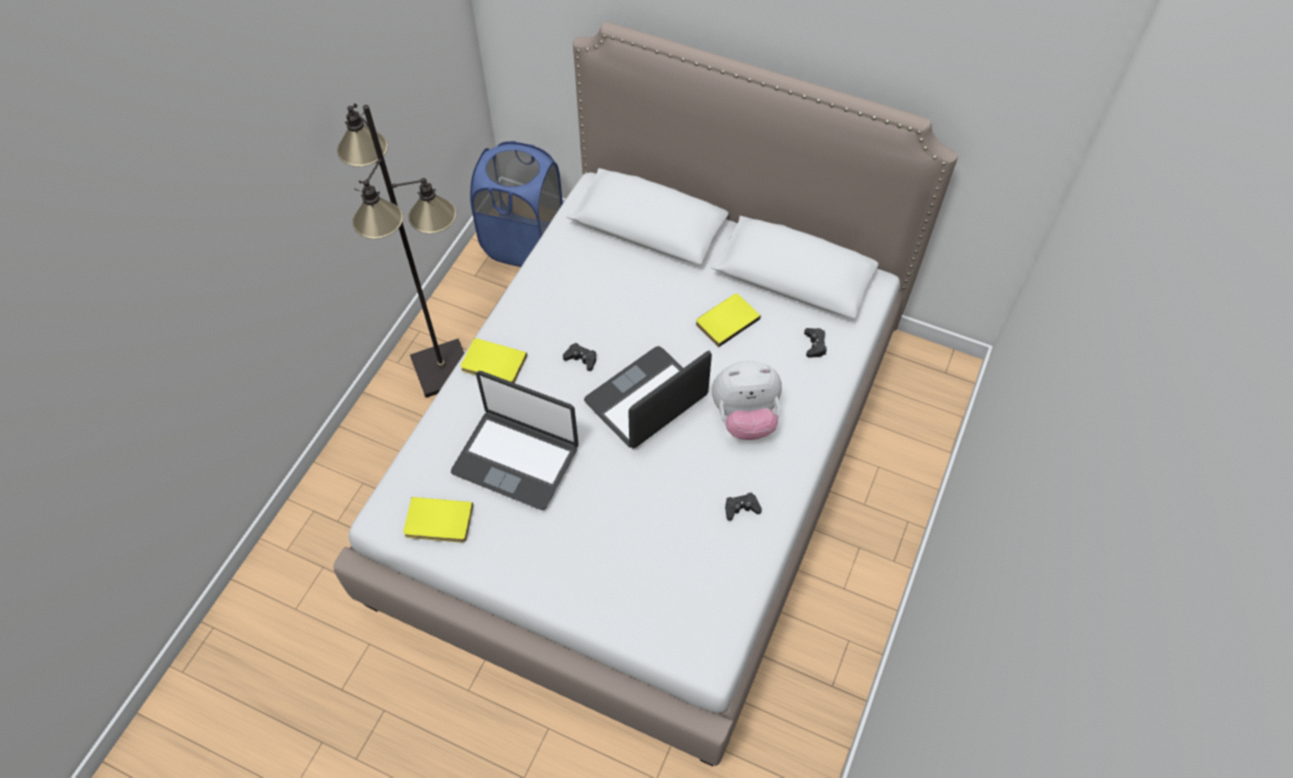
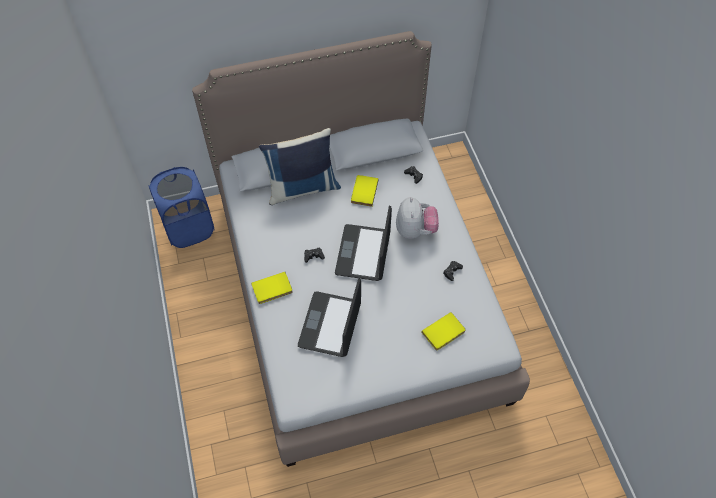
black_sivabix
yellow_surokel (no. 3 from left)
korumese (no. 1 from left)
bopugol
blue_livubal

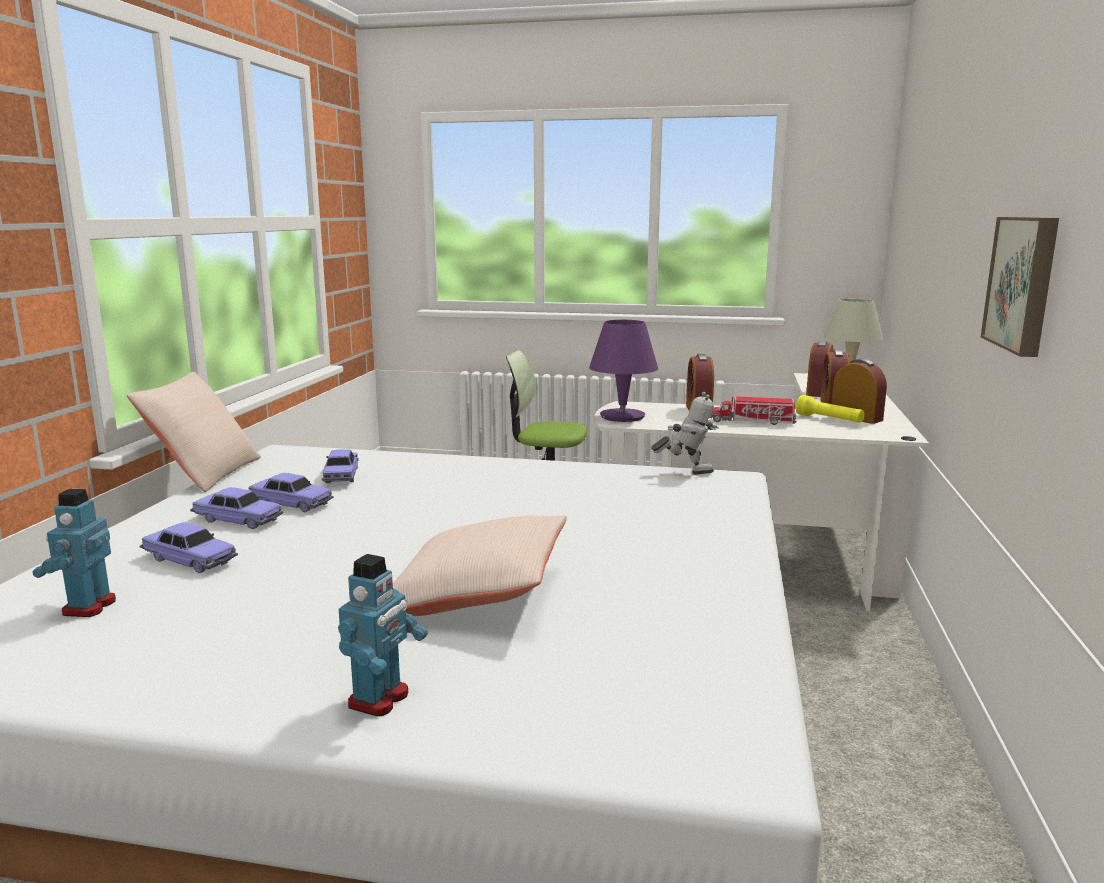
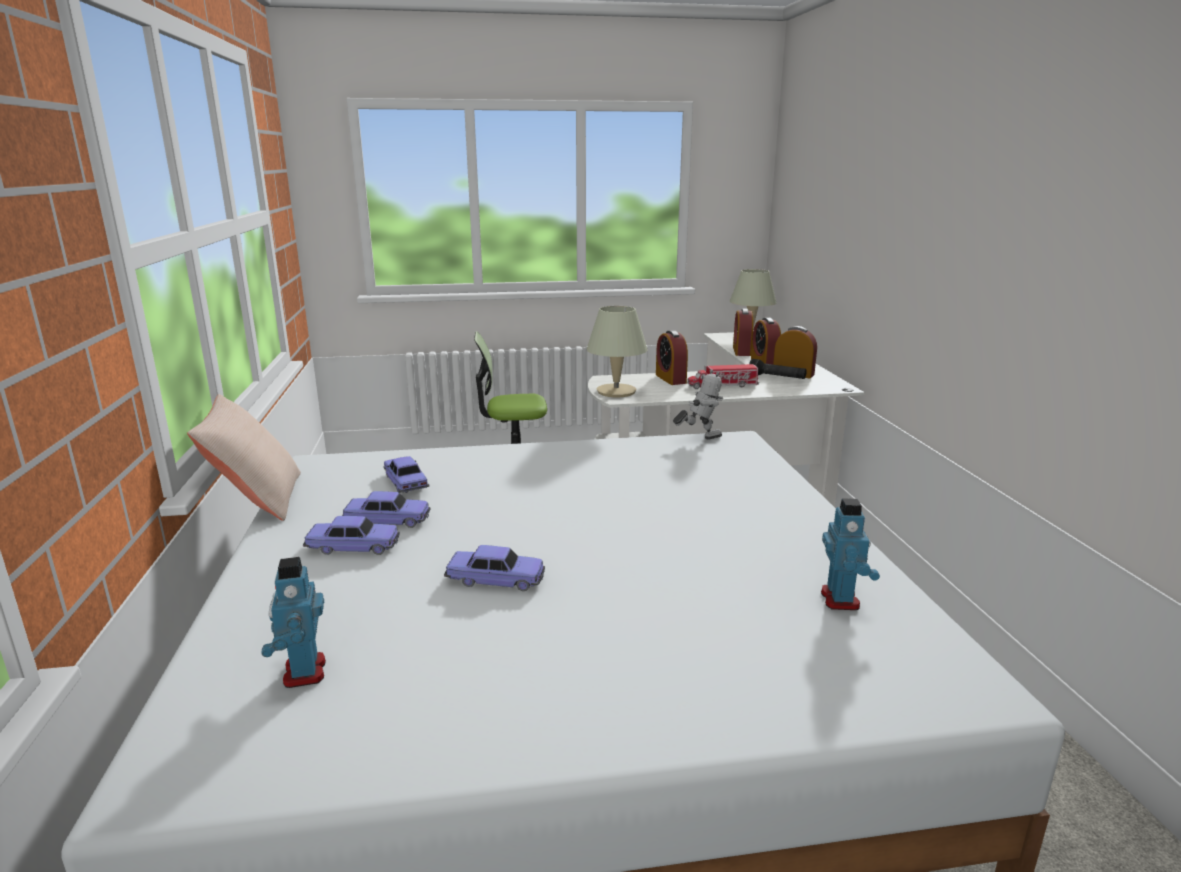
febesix (no. 4 from left)
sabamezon (no. 3 from left)
beige_livubal (no. 2 from left in the first image)
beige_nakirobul (no. 1 from left)
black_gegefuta
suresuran

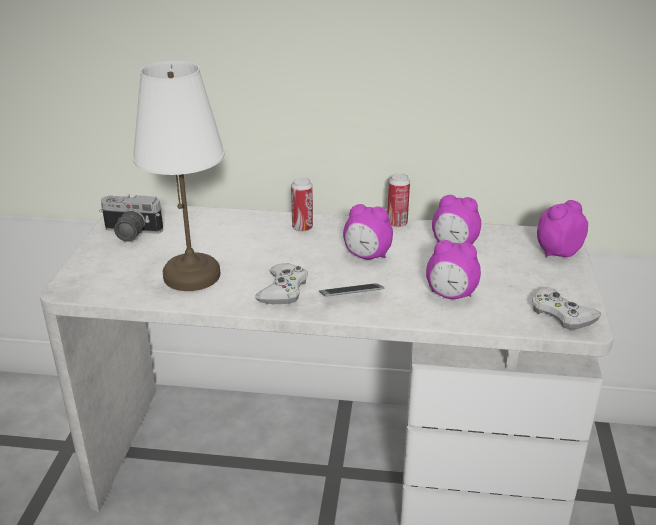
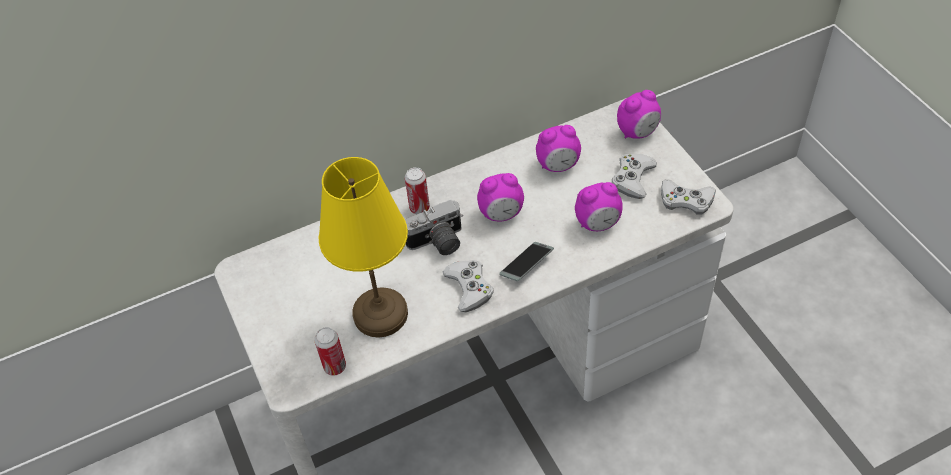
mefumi
yellow_nakirobul
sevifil (no. 1 from left)
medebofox (no. 4 from left)
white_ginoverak (no. 2 from left)

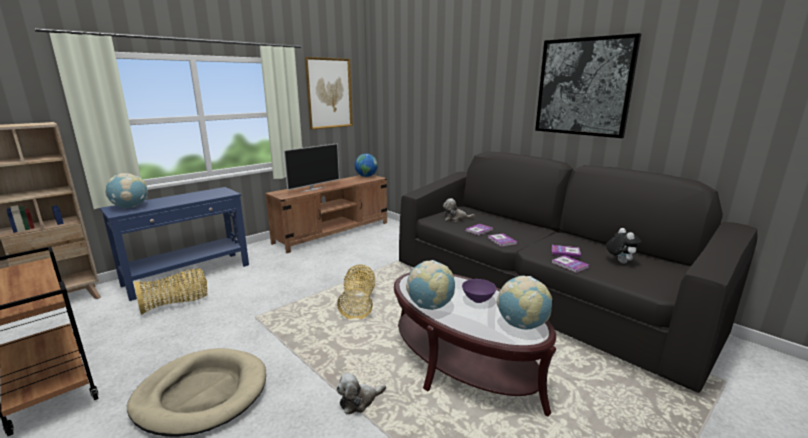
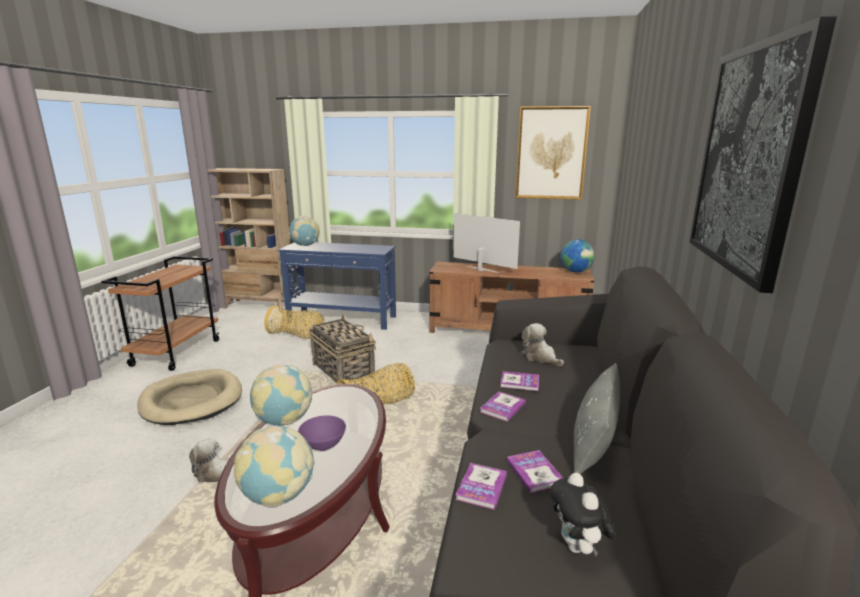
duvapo
bopugol (no. 3 from left)
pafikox (no. 2 from left)
grey_livubal

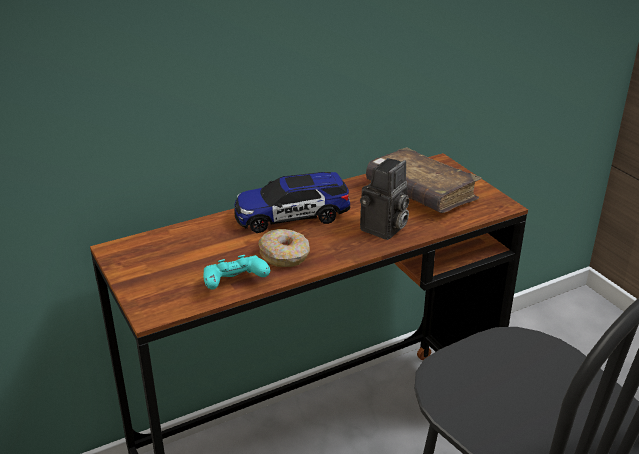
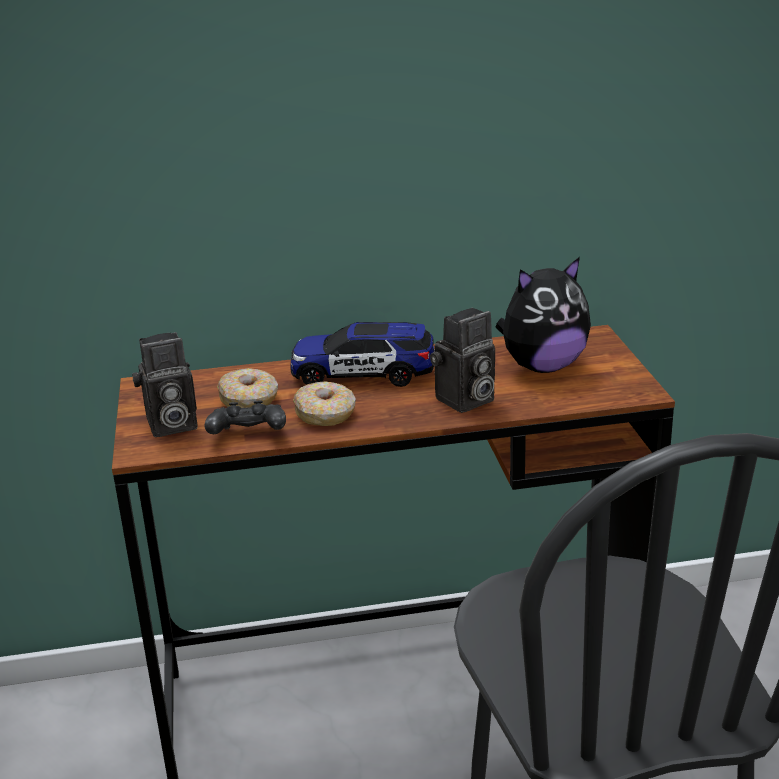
black_ginoverak
bopugol
mefumi (no. 1 from left)
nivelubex (no. 1 from left)

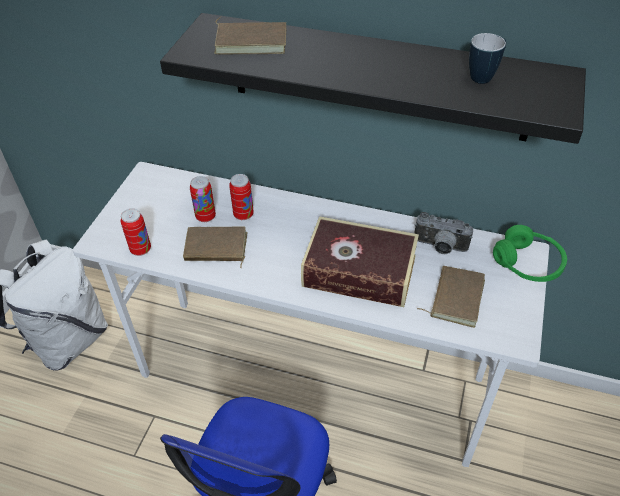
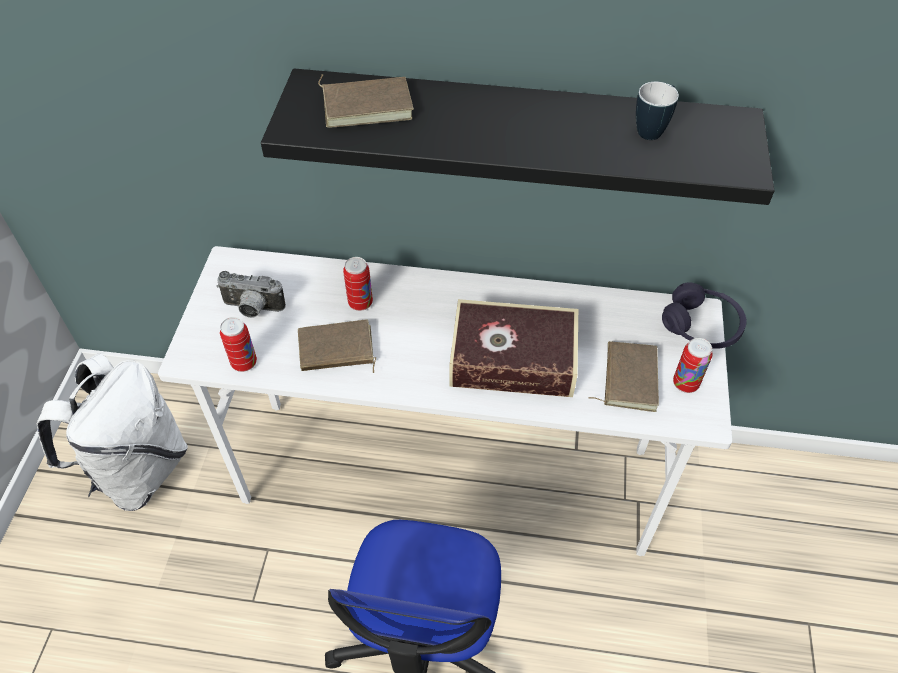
sevifil (no. 3 from left)
mefumi
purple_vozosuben

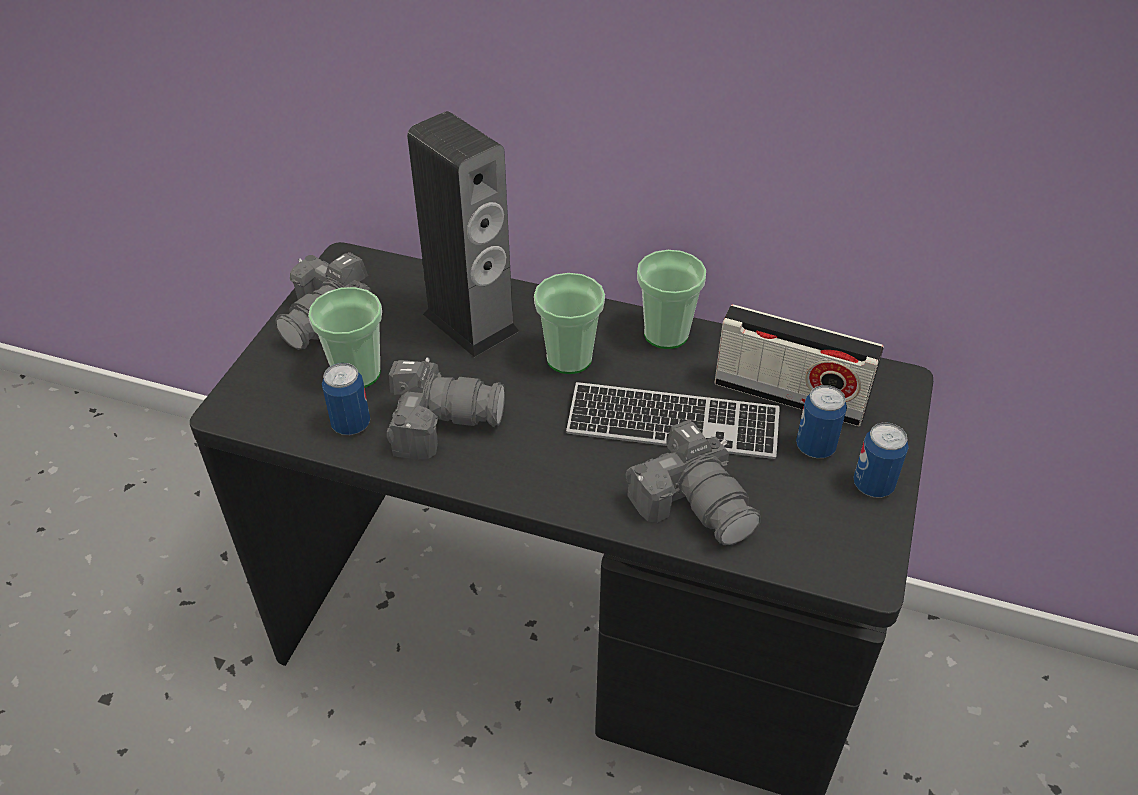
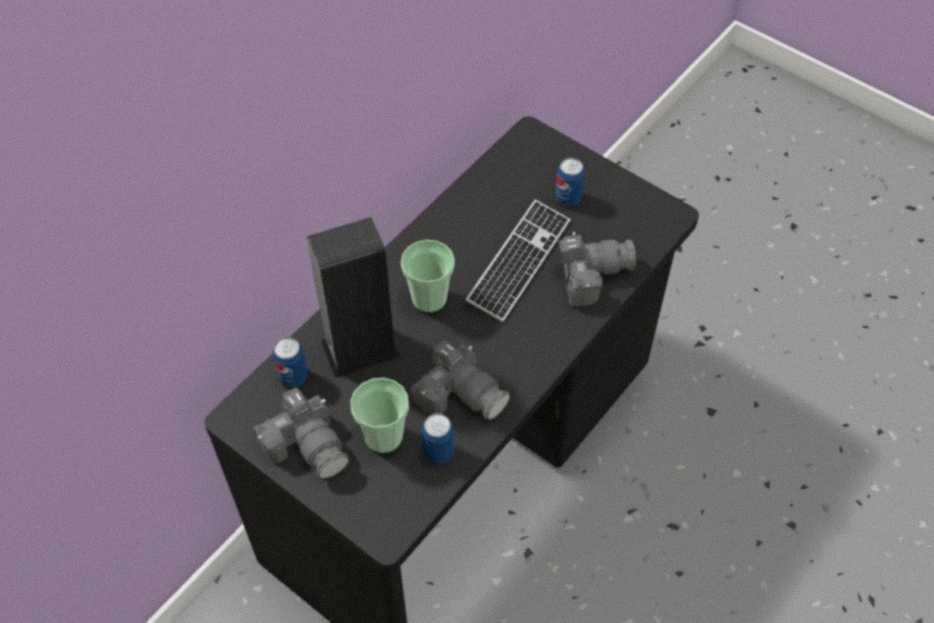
mefumi (no. 2 from left)
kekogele (no. 3 from left in the first image)
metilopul
sevifil (no. 1 from left)

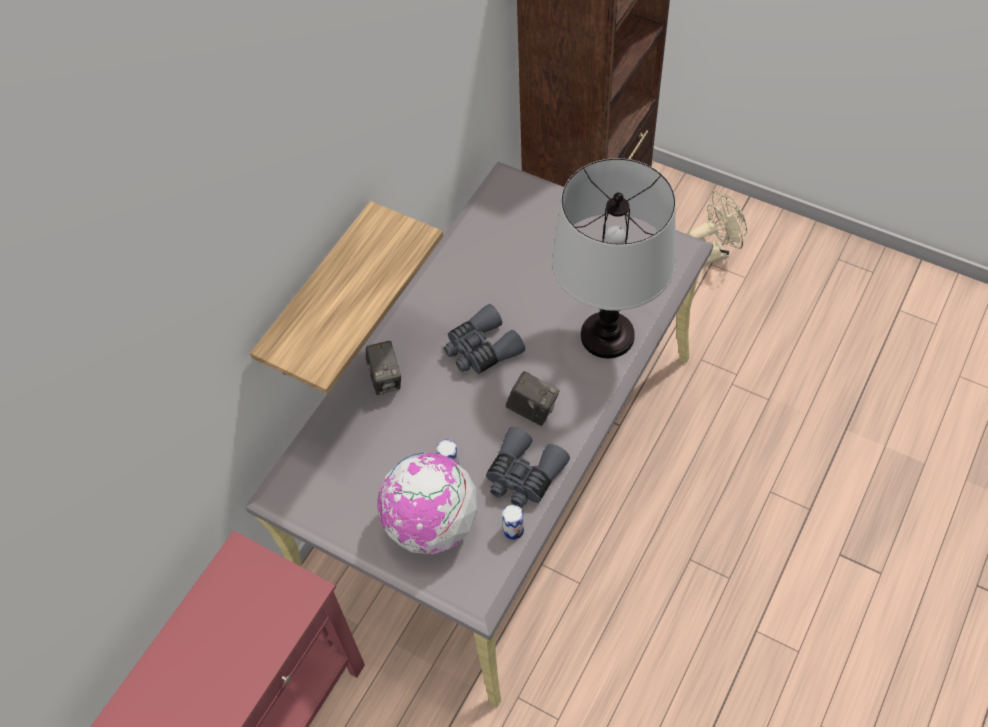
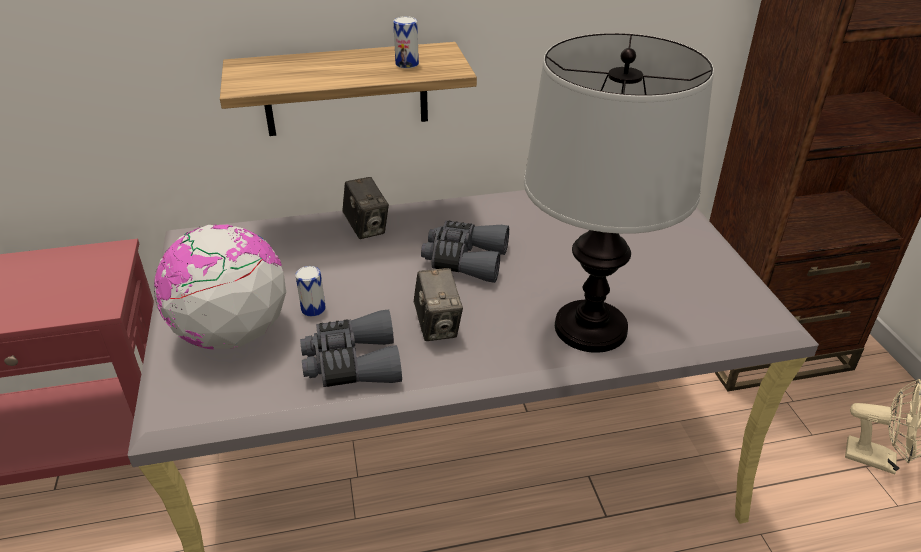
mefumi (no. 1 from left)
sevifil (no. 2 from left)

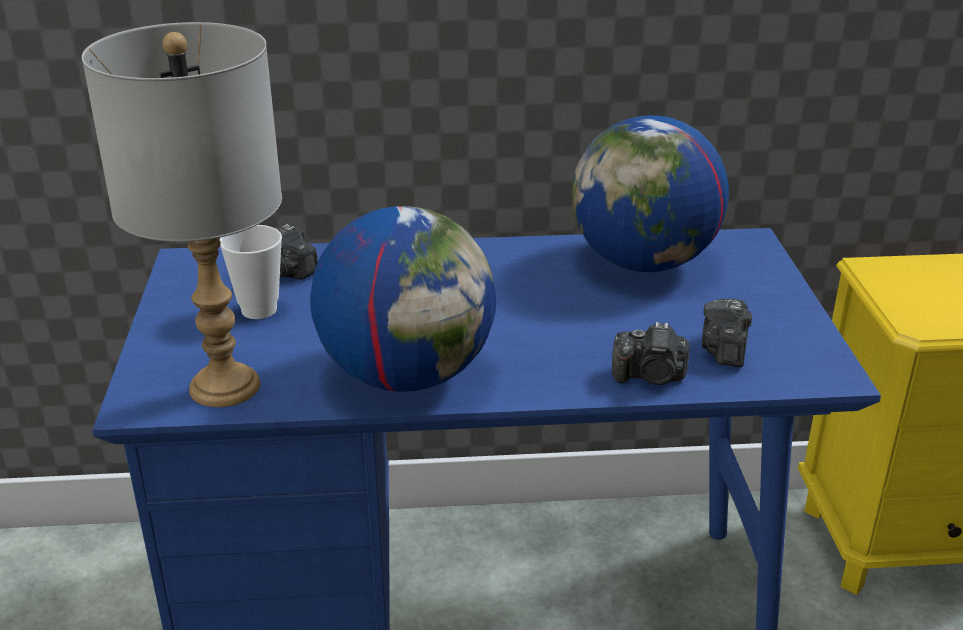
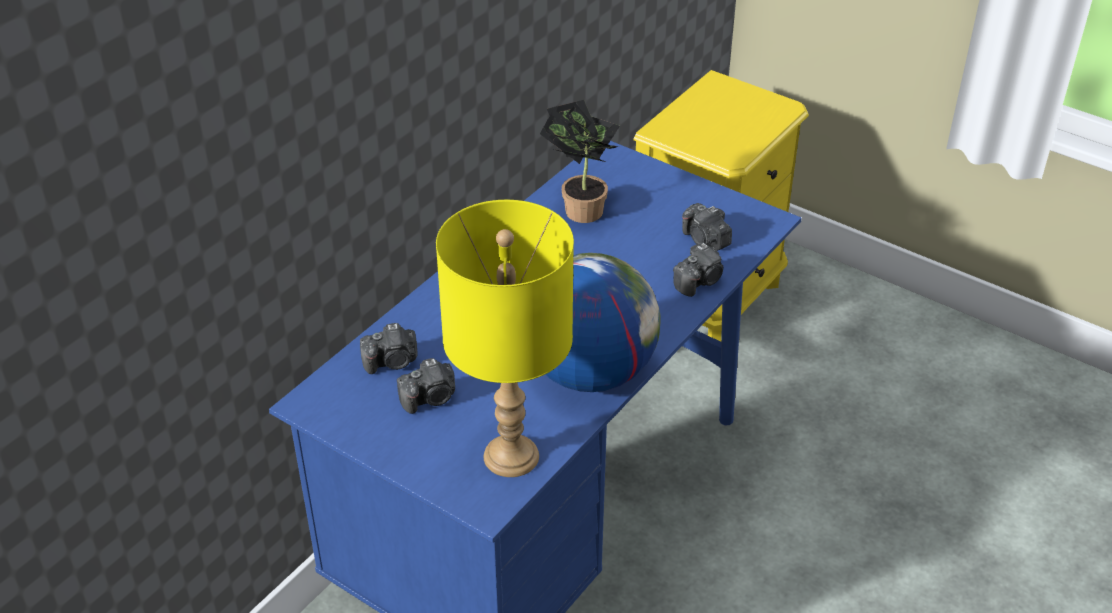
yellow_nakirobul
mefumi (no. 2 from left)
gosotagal

